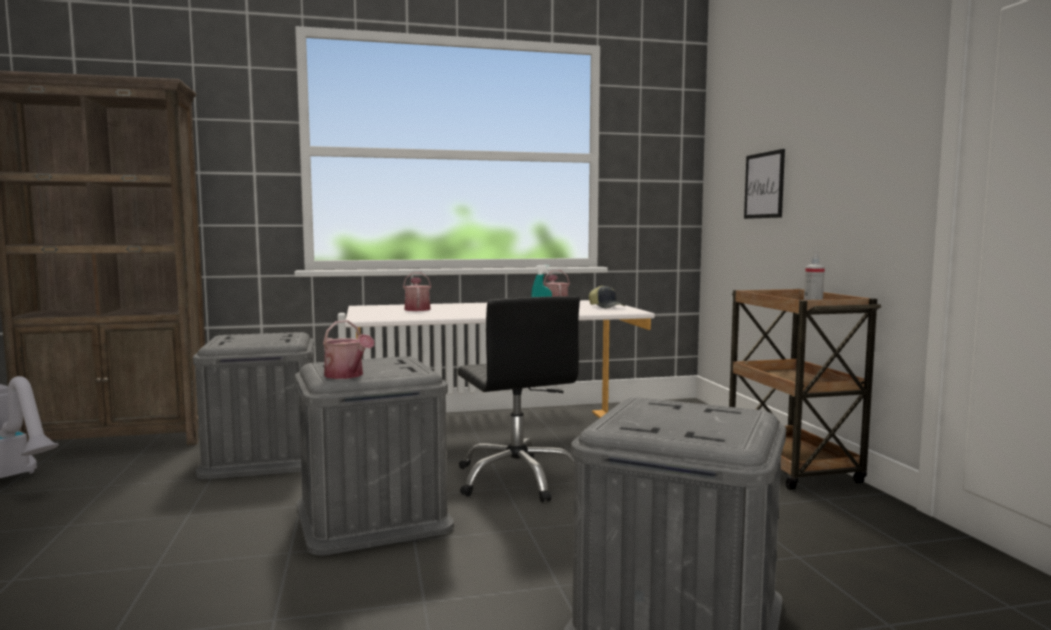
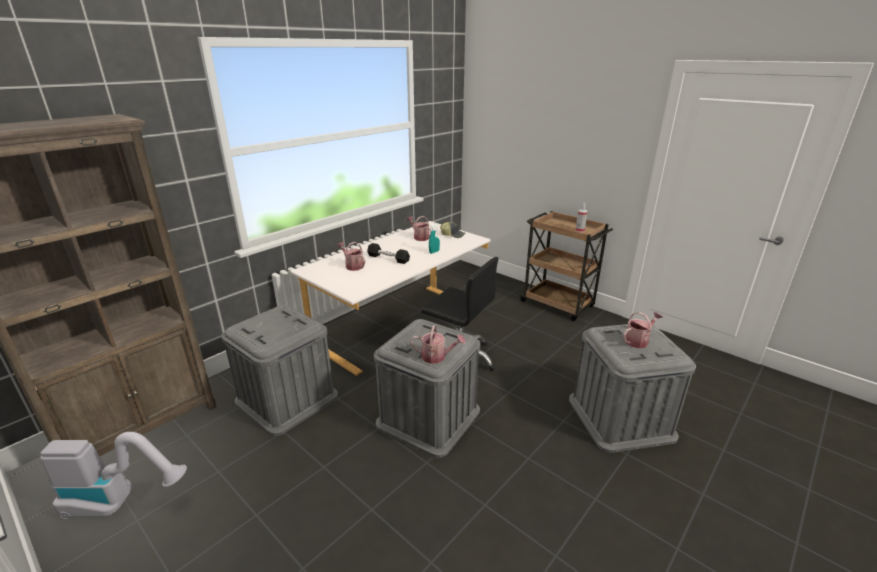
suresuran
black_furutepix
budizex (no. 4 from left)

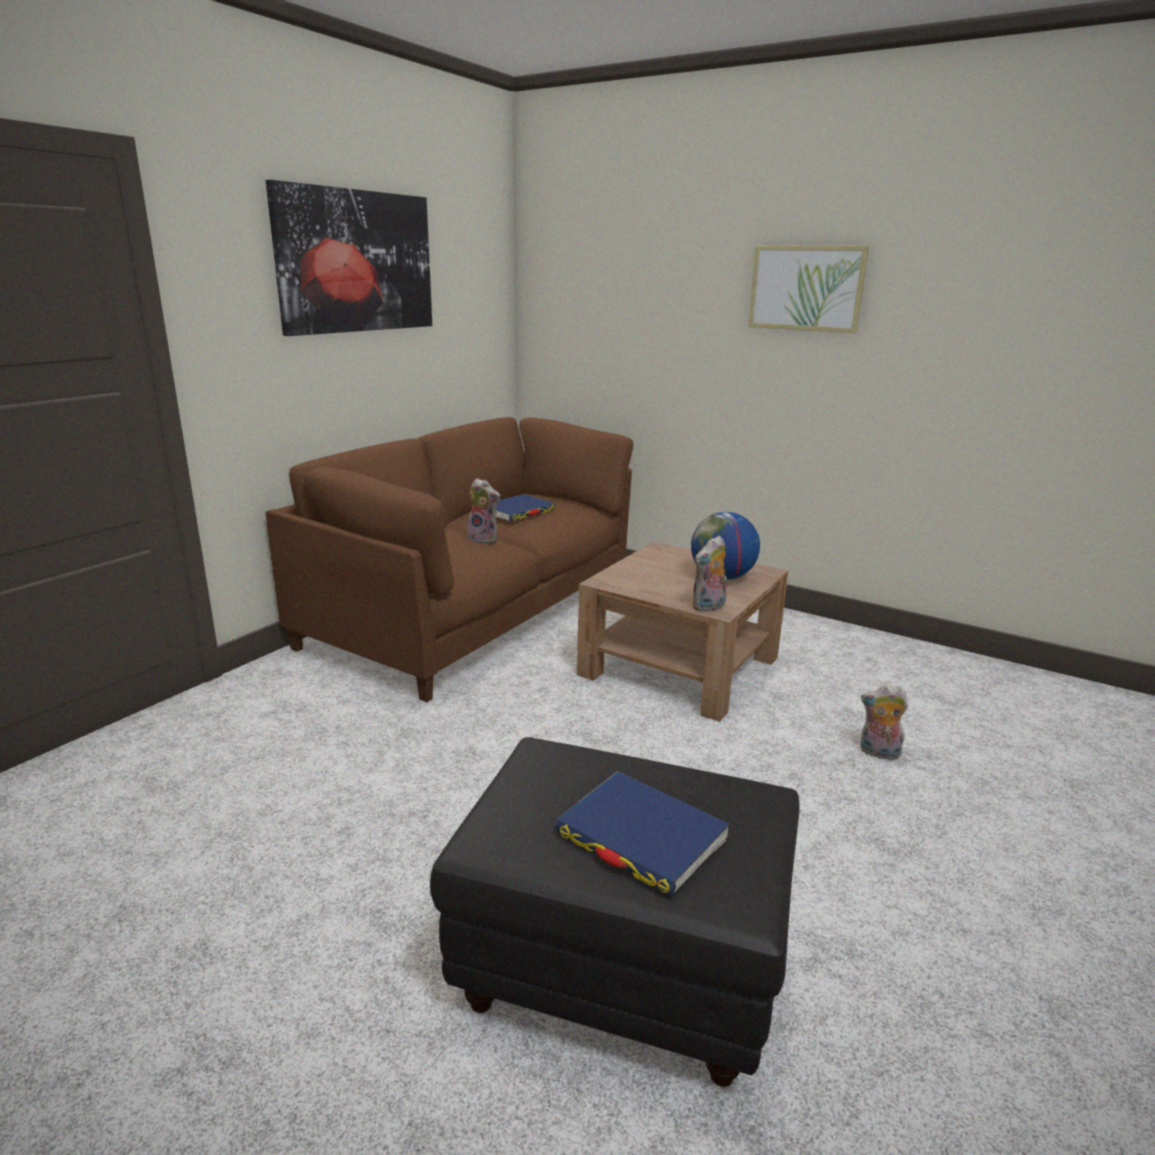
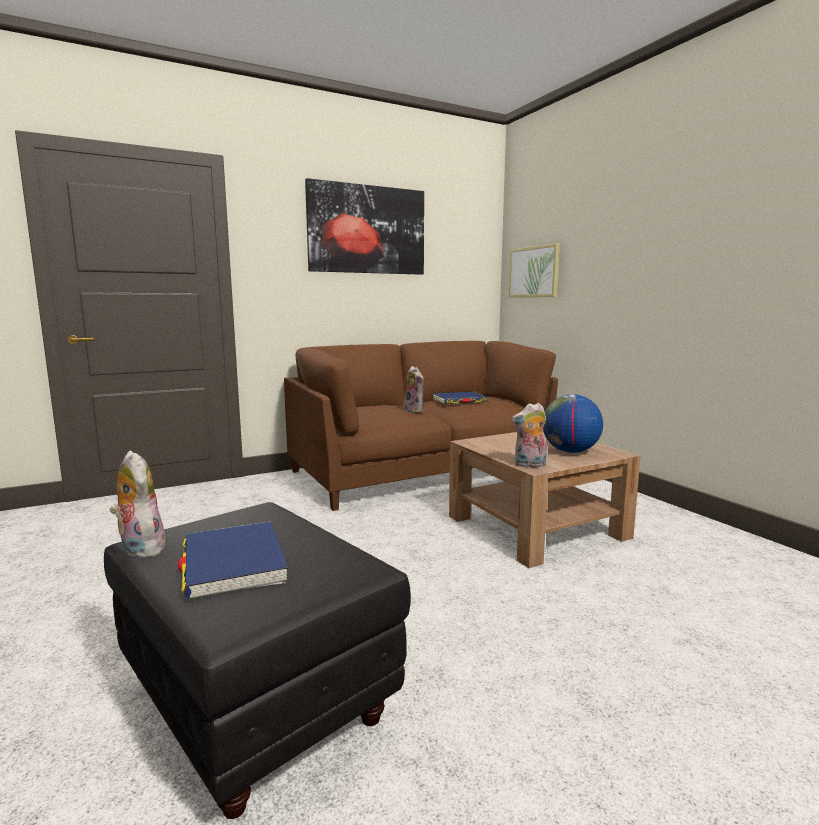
suresuran (no. 2 from left)
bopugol (no. 1 from left)

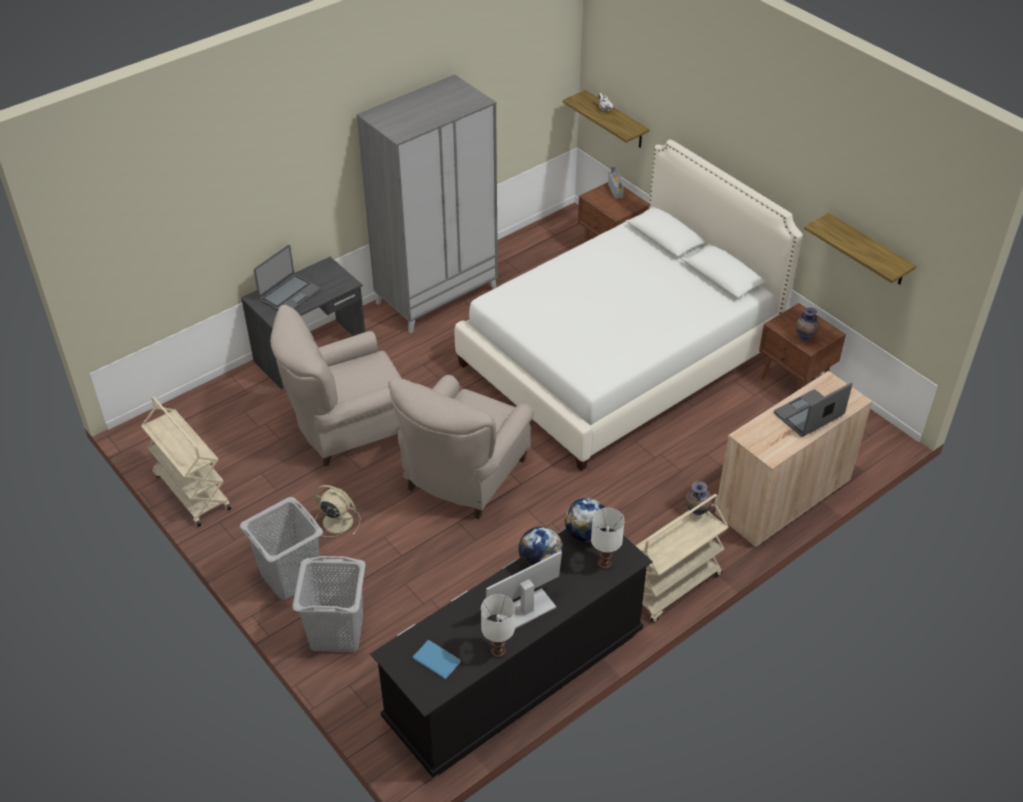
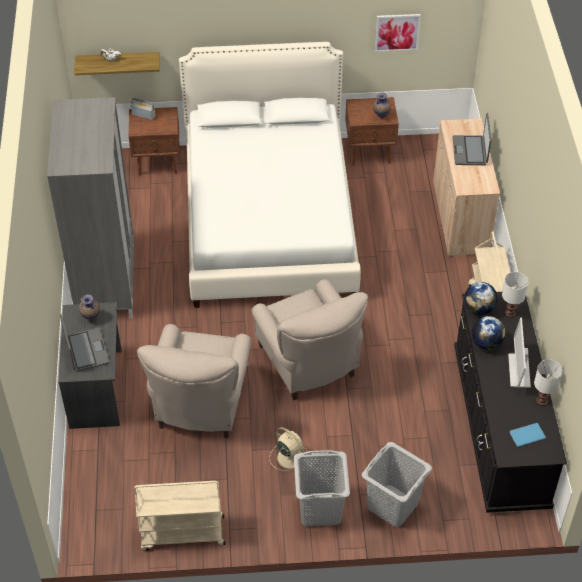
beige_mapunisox
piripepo (no. 1 from left)
suresuran

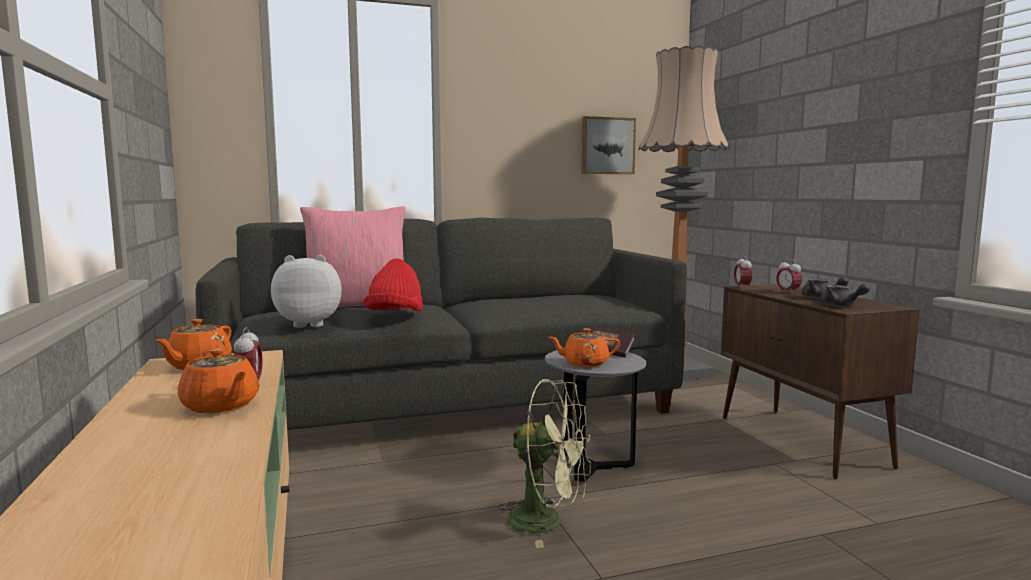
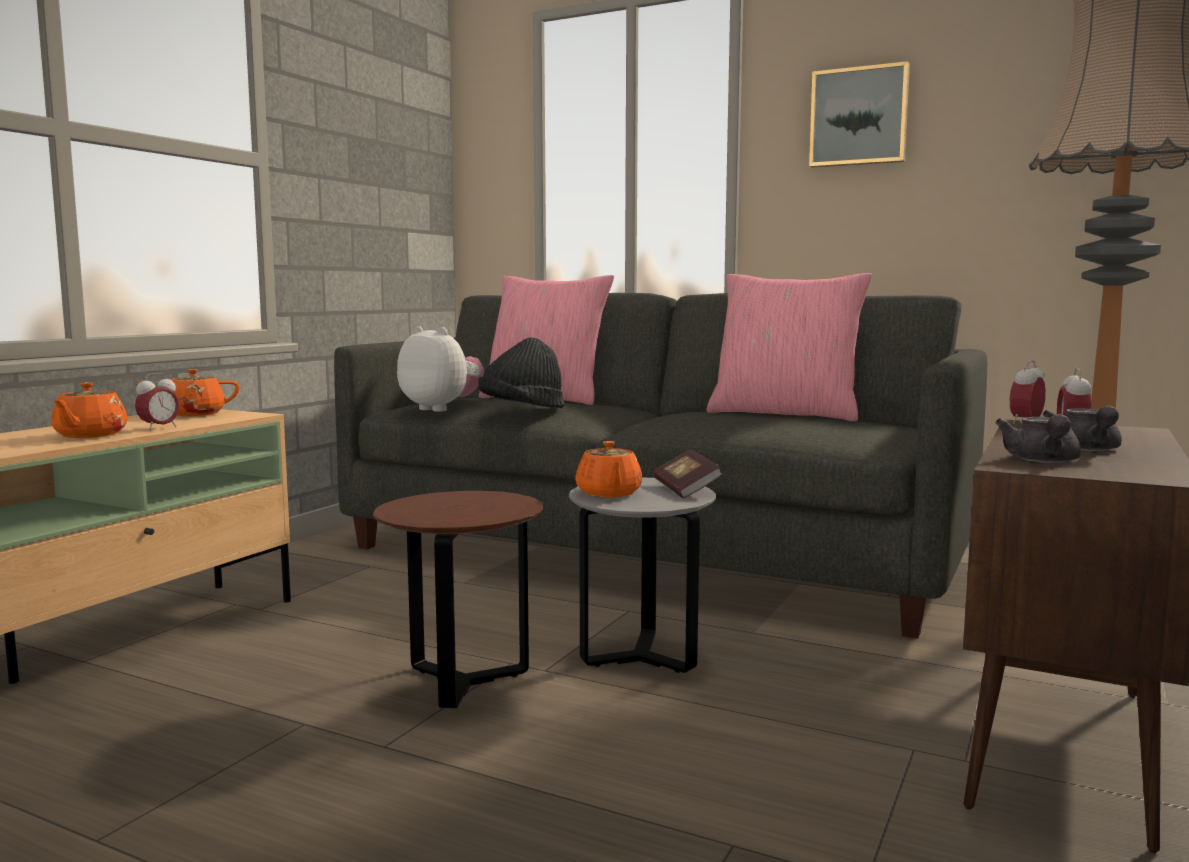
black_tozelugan
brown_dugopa
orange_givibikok (no. 3 from left)
suresuran
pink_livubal (no. 2 from left)

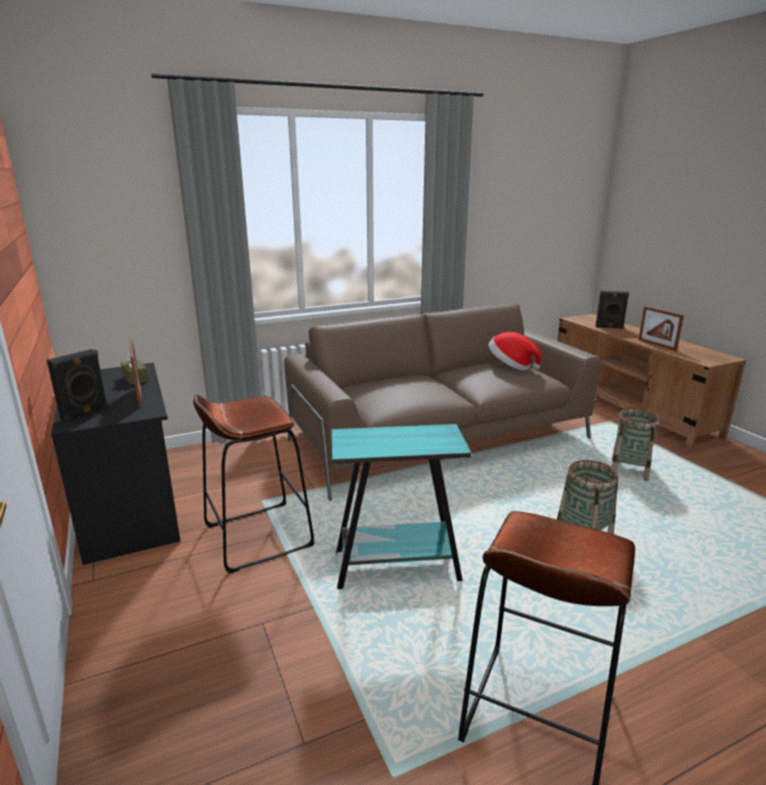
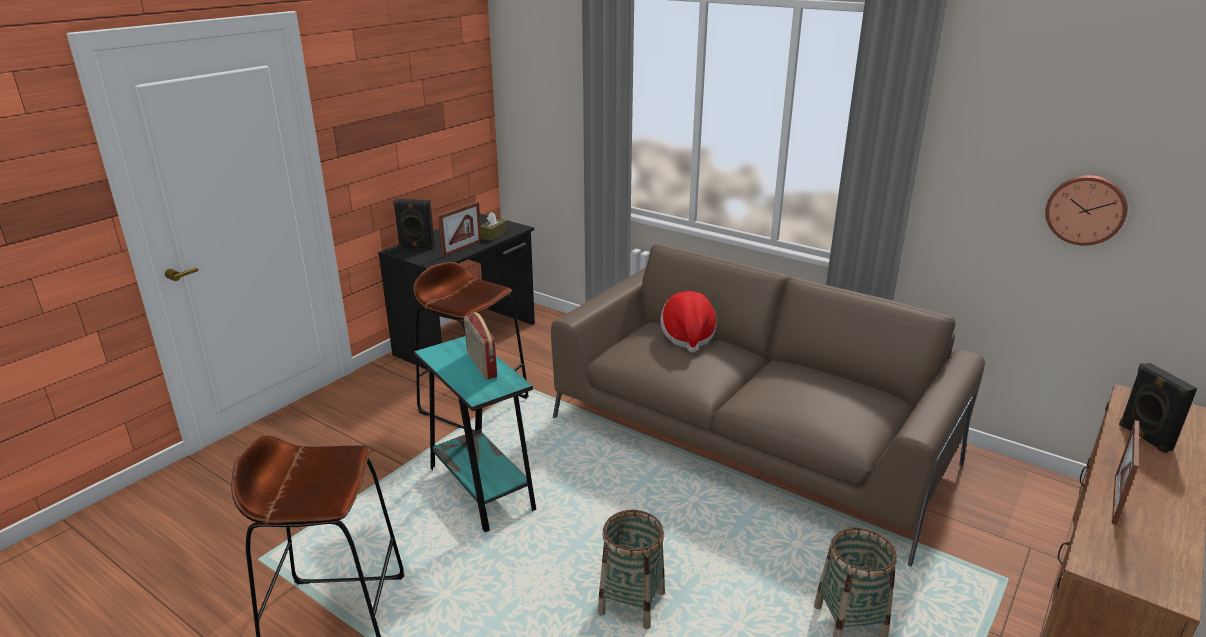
tozelugan
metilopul
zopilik

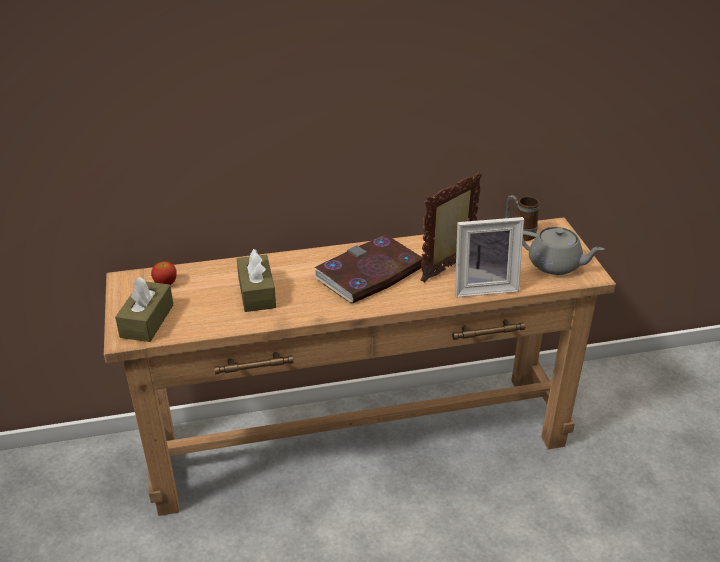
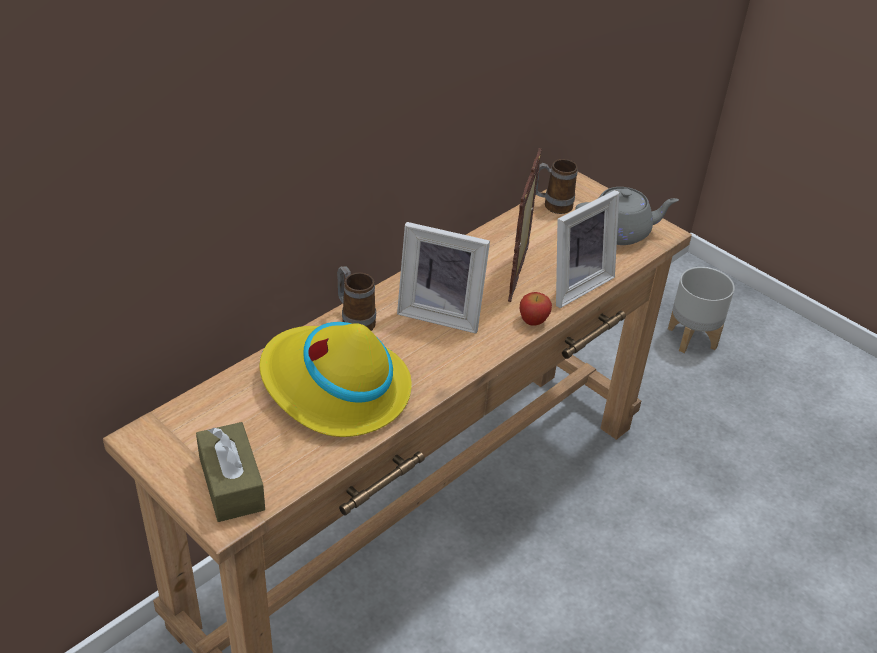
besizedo
yellow_tozelugan
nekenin (no. 1 from left)
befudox (no. 1 from left)
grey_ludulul

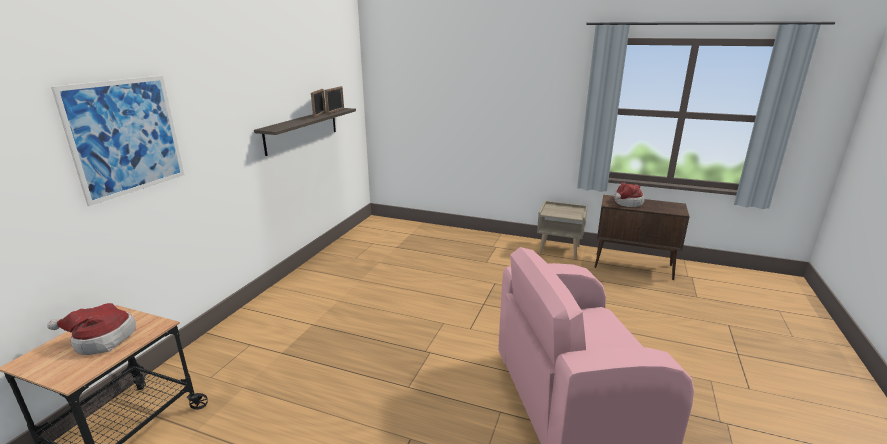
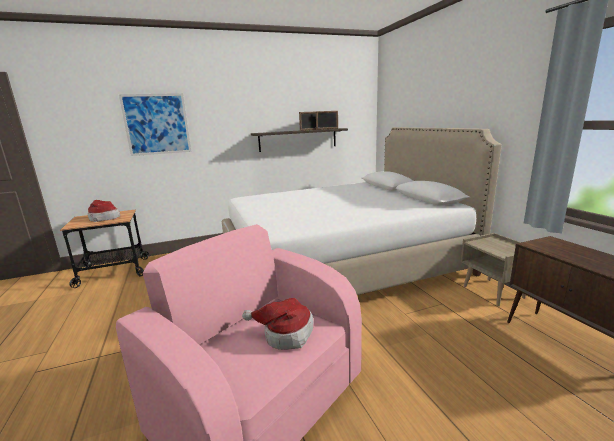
tozelugan (no. 2 from left)
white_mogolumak

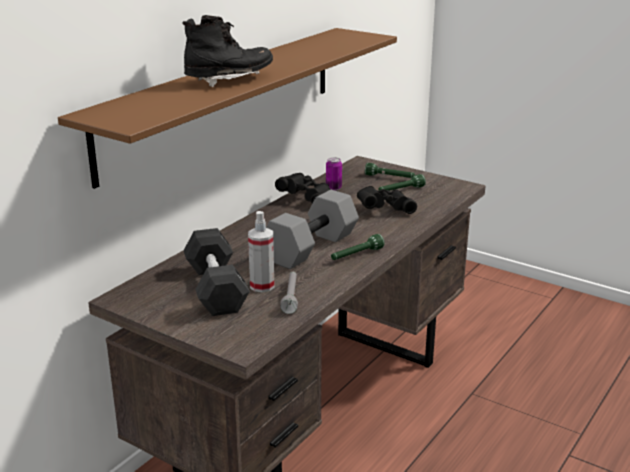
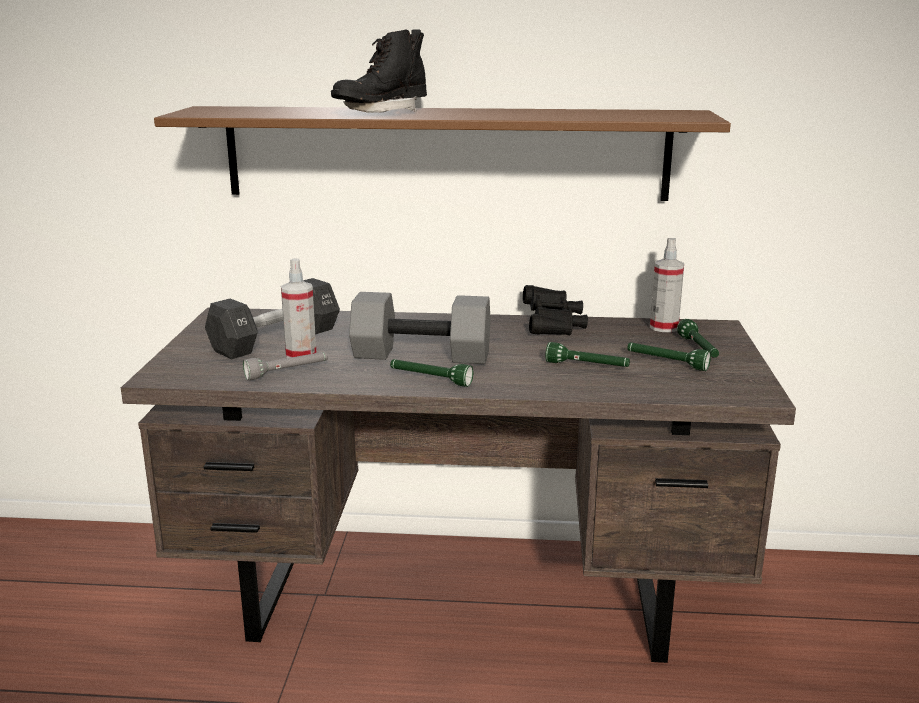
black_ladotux
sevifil
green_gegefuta (no. 2 from left)
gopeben (no. 2 from left)

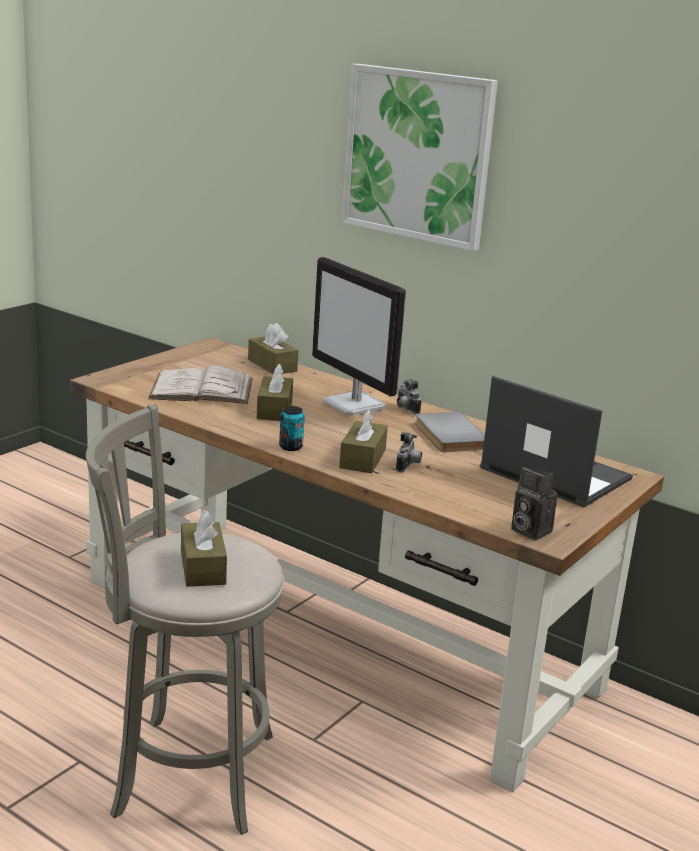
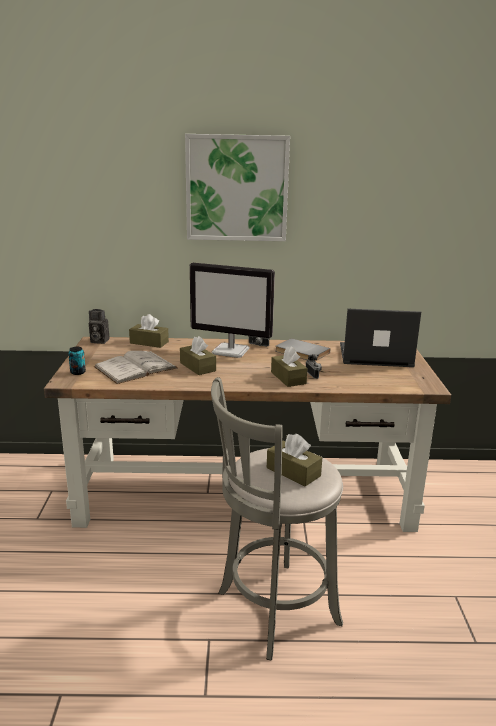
sevifil
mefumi (no. 1 from left)

